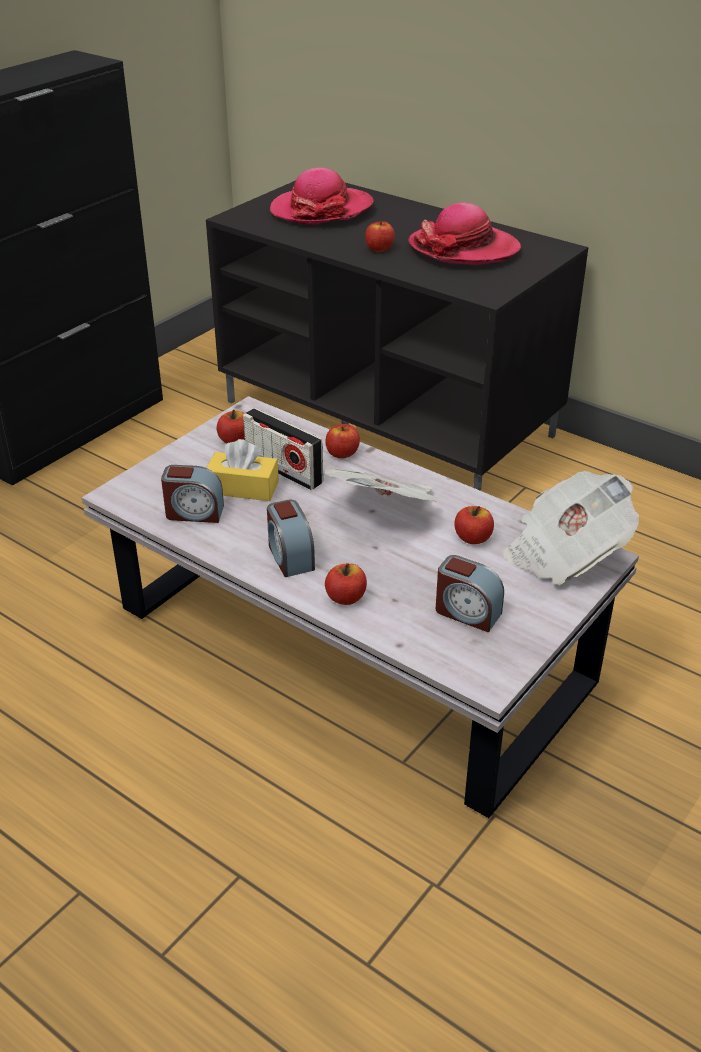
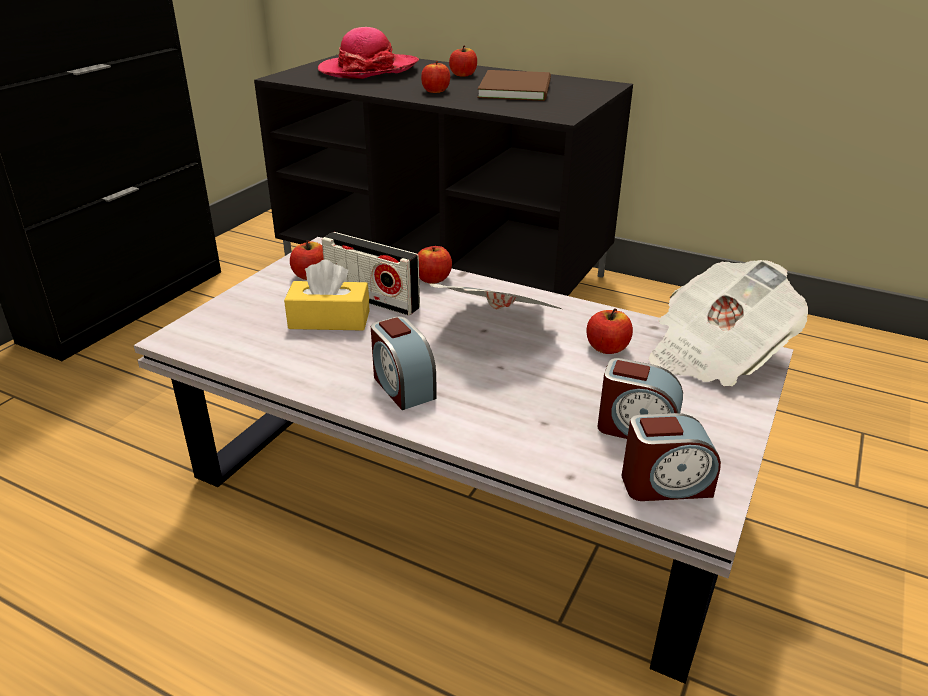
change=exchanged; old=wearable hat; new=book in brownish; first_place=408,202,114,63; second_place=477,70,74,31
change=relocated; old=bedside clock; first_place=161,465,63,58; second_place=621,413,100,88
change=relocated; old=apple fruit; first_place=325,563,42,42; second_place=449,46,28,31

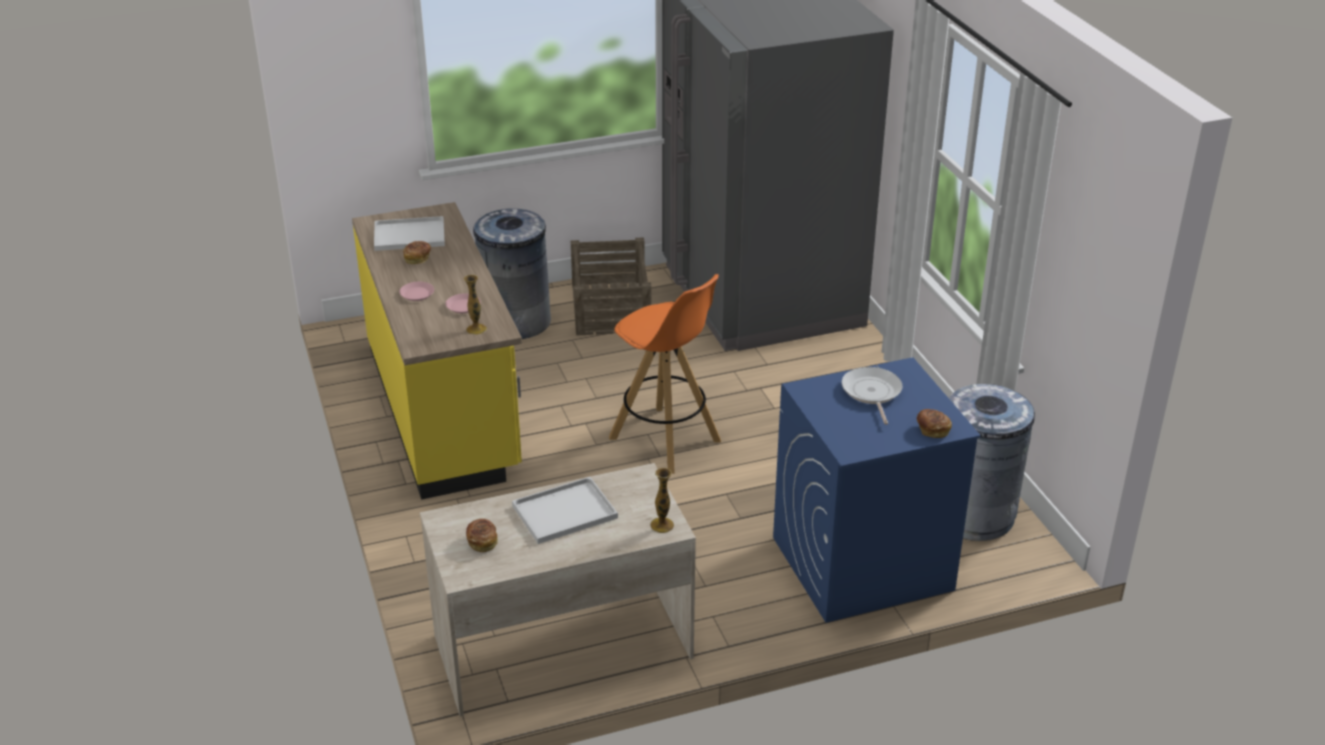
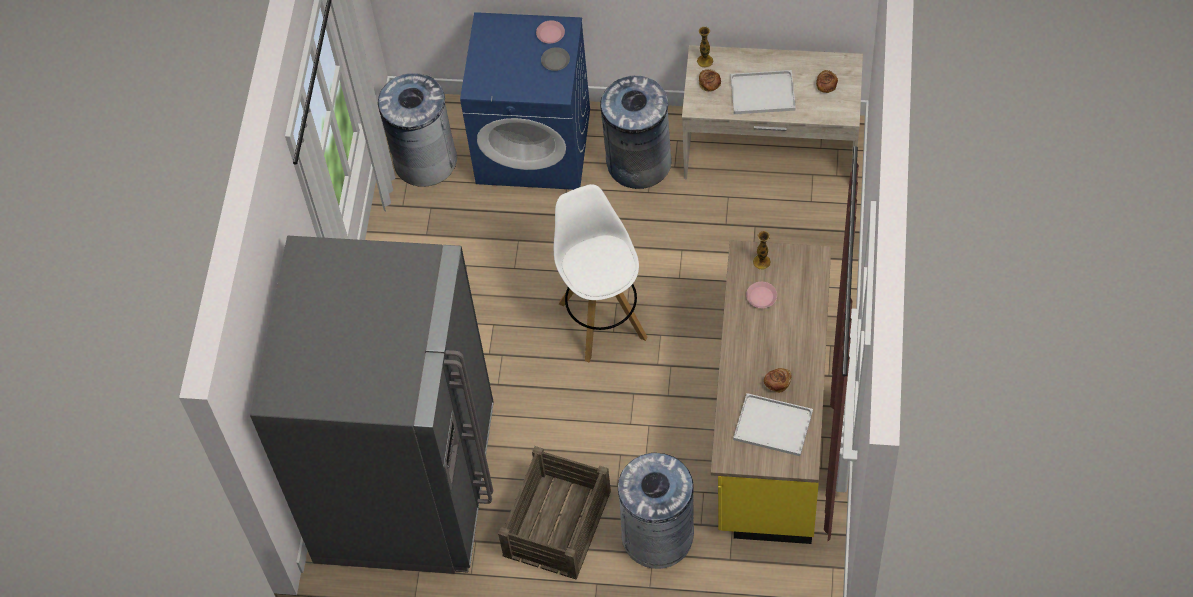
change=colour; old=stool seat in orange; new=stool seat in whitish; first_place=609,274,112,200; second_place=554,184,93,179
change=relocated; old=plate in pinkish; first_place=400,282,34,19; second_place=536,20,29,24
change=missing; old=frying pan; first_place=841,367,62,58
change=relocated; old=bakery bread; first_place=916,409,36,29; second_place=699,69,22,23
change=appeared; new=plate in greyish; second_place=541,47,29,24
change=appeared; new=rubbish bin in greyish; second_place=600,76,72,113

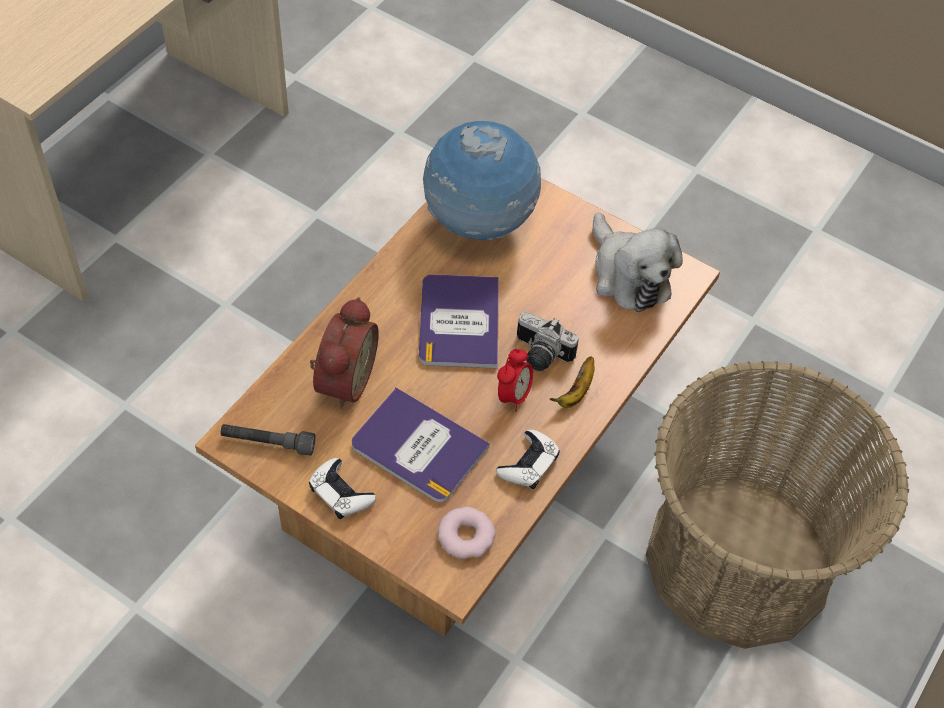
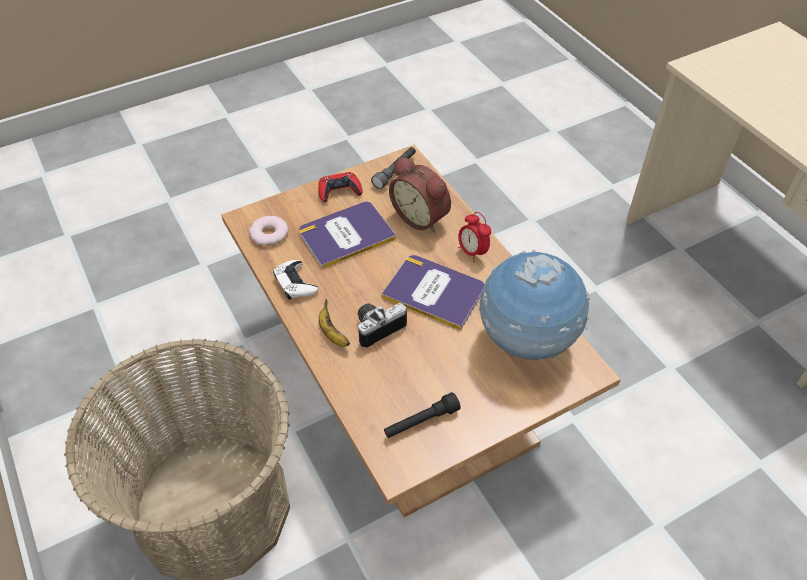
change=exchanged; old=plush toy; new=hand torch in black; first_place=593,213,90,99; second_place=384,392,77,46
change=relocated; old=bedside clock; first_place=497,349,36,63; second_place=458,212,33,51
change=colour; old=gamepad in whitish; new=gamepad in red-coloured; first_place=309,458,67,61; second_place=318,172,45,30

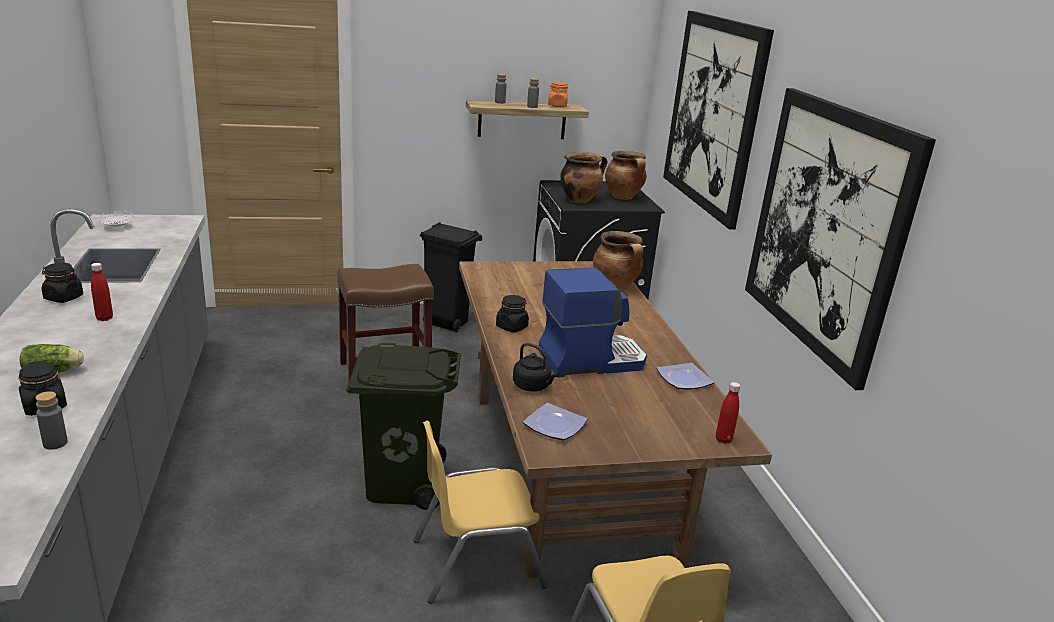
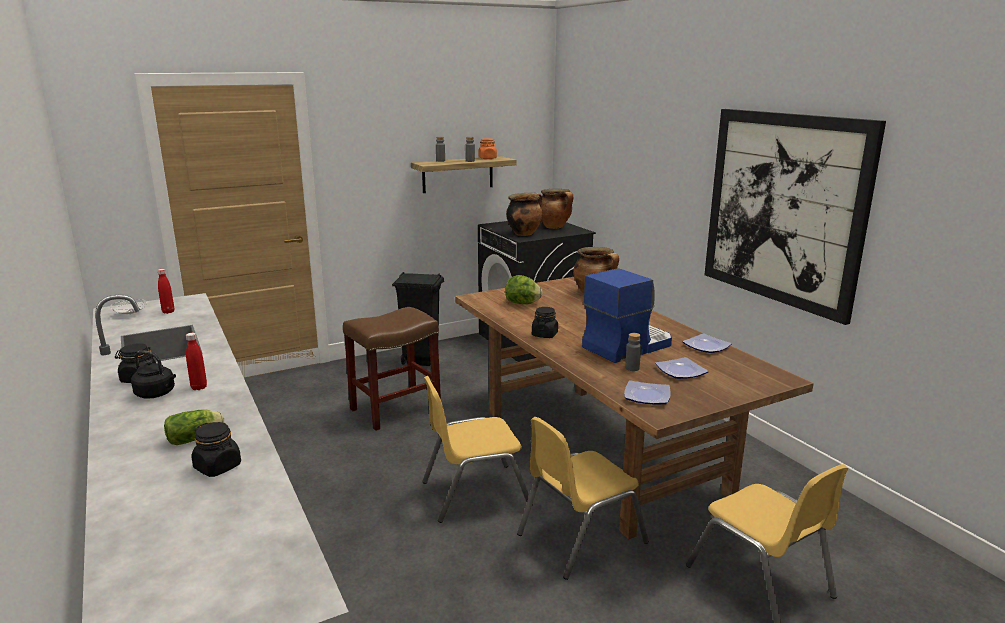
change=missing; old=wall art; first_place=663,11,111,218
change=exchanged; old=rubbish bin in green; new=upright chair in yellowish; first_place=346,343,115,167; second_place=422,376,111,147
change=relocated; old=water kettle in black; first_place=513,343,45,49; second_place=131,350,45,49
change=relocated; old=beverage bottle in red-coloured; first_place=716,382,25,62; second_place=158,269,17,45
change=relocated; old=beverage bottle in greyish; first_place=36,391,32,59; second_place=625,333,16,38
change=appeared; new=head of lettuce; second_place=505,275,38,29
change=appeared; new=plate; second_place=655,357,54,22

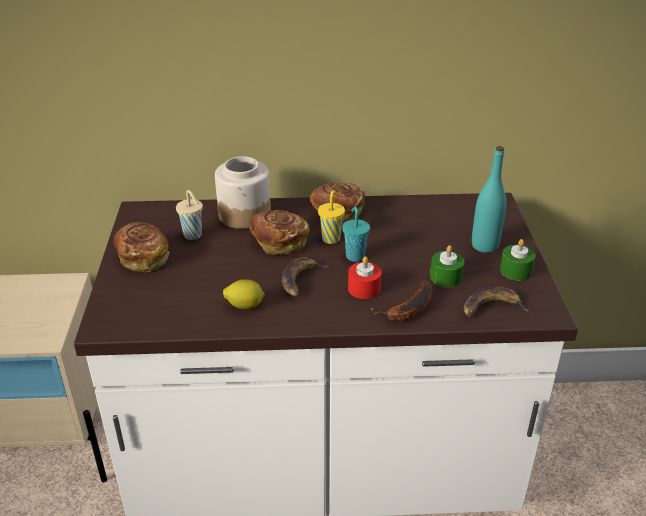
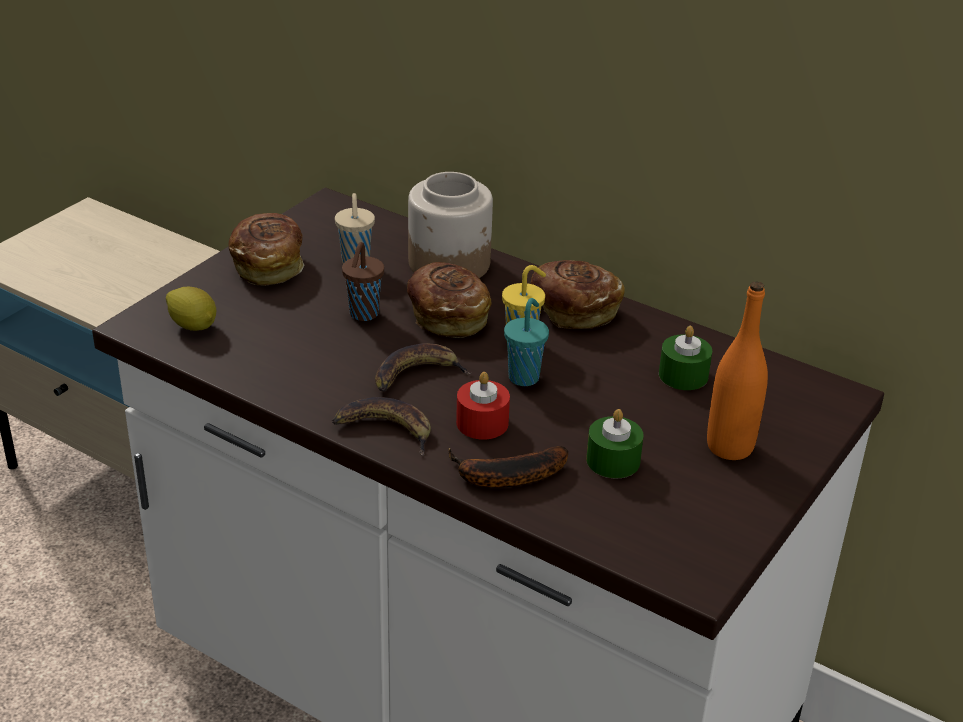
change=colour; old=beverage bottle in turquoise; new=beverage bottle in orange; first_place=472,146,34,107; second_place=707,281,61,179
change=relocated; old=wax candle in green; first_place=500,239,36,41; second_place=659,326,53,64
change=relocated; old=lemon; first_place=223,279,42,30; second_place=166,287,50,44
change=relocated; old=whole banana; first_place=464,286,66,31; second_place=332,397,99,59
change=appeared; new=cup in brownish; second_place=342,242,42,79

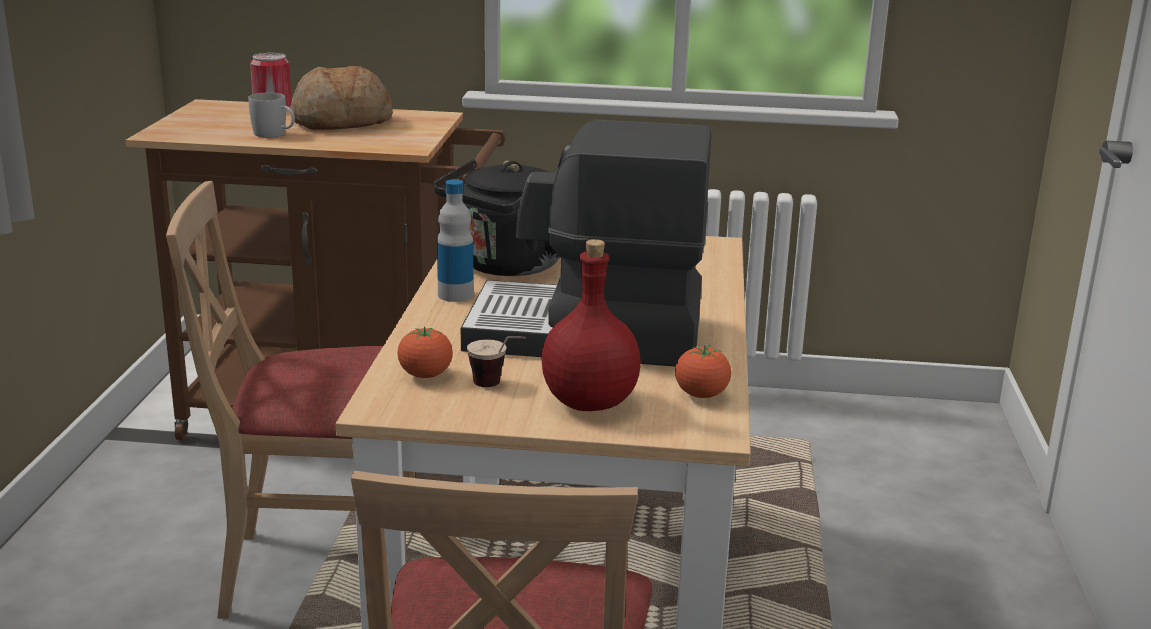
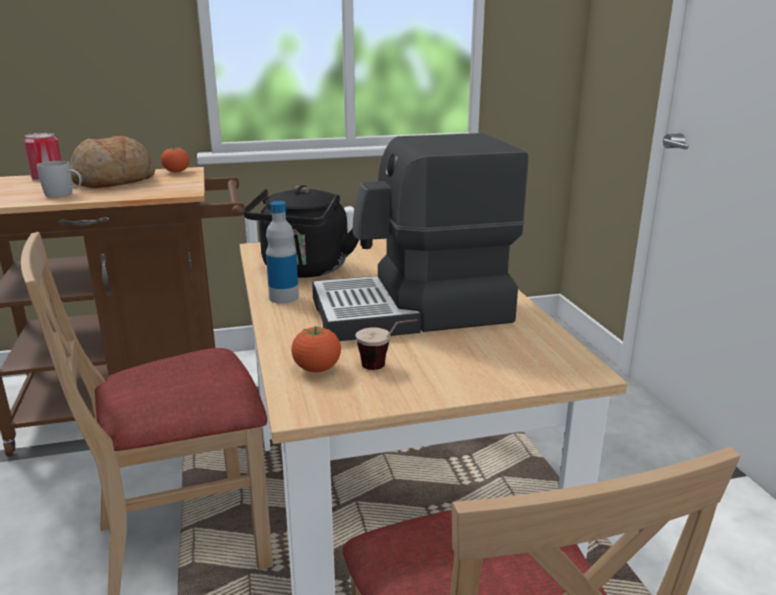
change=missing; old=beverage bottle in red-coloured; first_place=541,239,100,172
change=relocated; old=fresh tomato; first_place=675,345,56,53; second_place=161,145,29,27

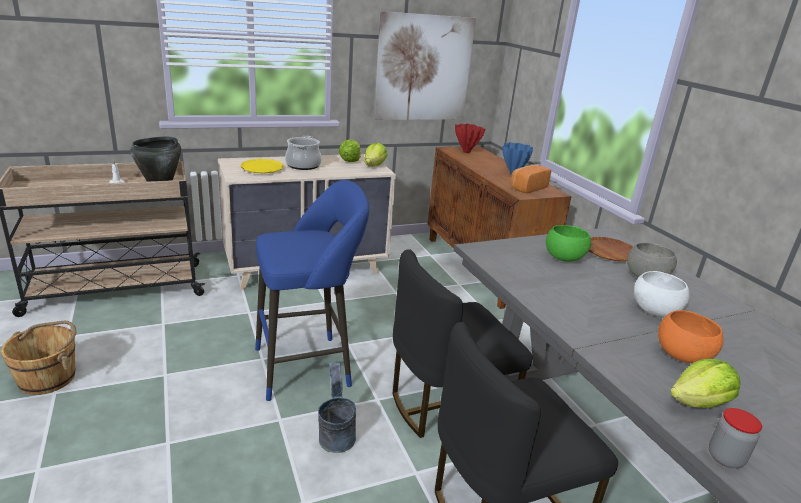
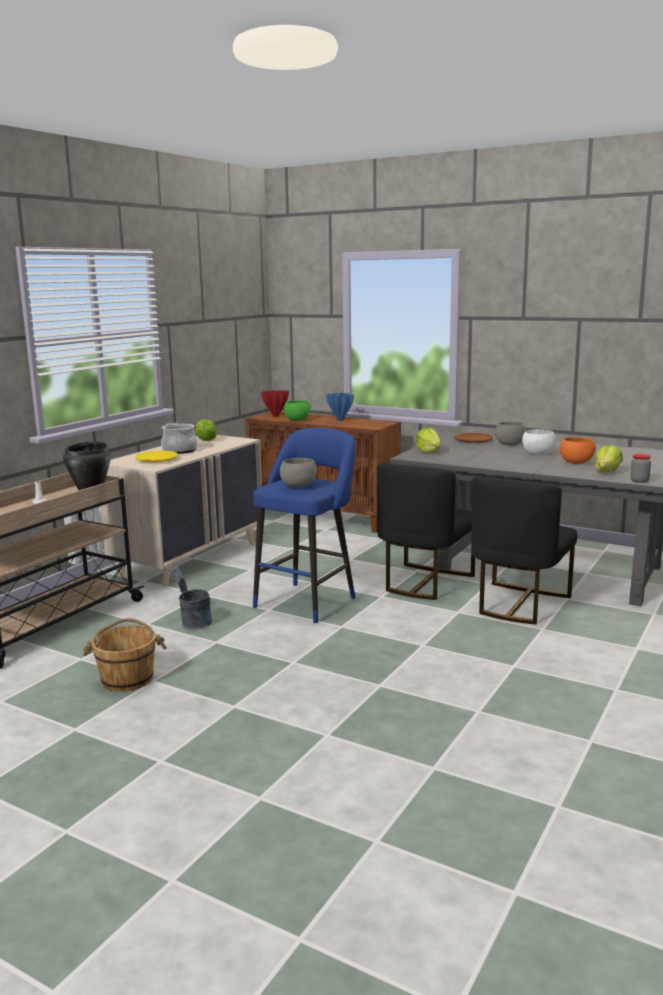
change=missing; old=wall art; first_place=374,11,102,109
change=relocated; old=head of lettuce; first_place=364,143,24,24; second_place=416,428,24,25
change=missing; old=bakery bread; first_place=511,165,40,28
change=relocated; old=deep dish in green; first_place=546,225,45,37; second_place=284,400,27,21
change=relocated; old=water bucket in greyish; first_place=318,362,38,91; second_place=168,567,44,62
change=appeared; new=deep dish in greyish; second_place=280,458,37,29

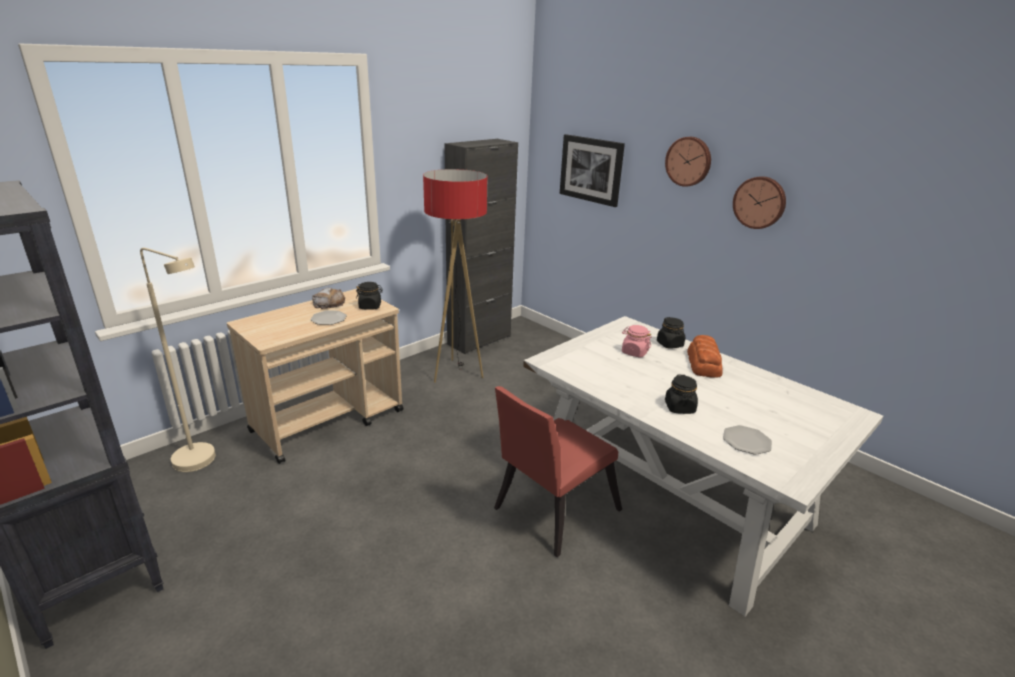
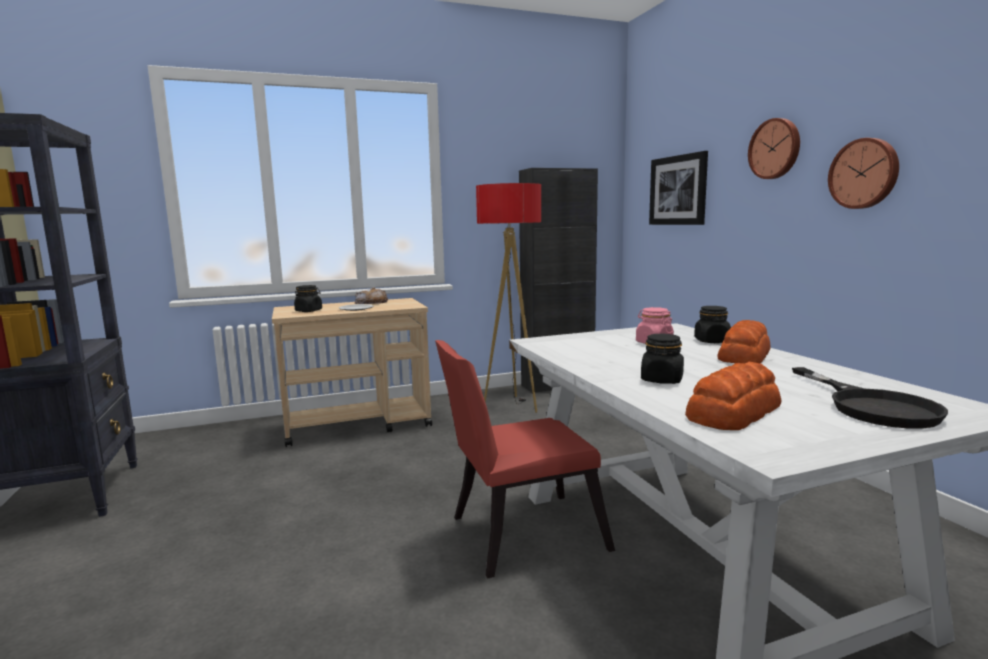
change=missing; old=standard lamp in beige-coloured; first_place=140,248,76,224
change=relocated; old=storage jar in black; first_place=356,282,27,28; second_place=294,285,28,27
change=exchanged; old=plate; new=bakery bread; first_place=723,425,49,30; second_place=685,362,97,68
change=appeared; new=frying pan in black; second_place=792,367,156,62

